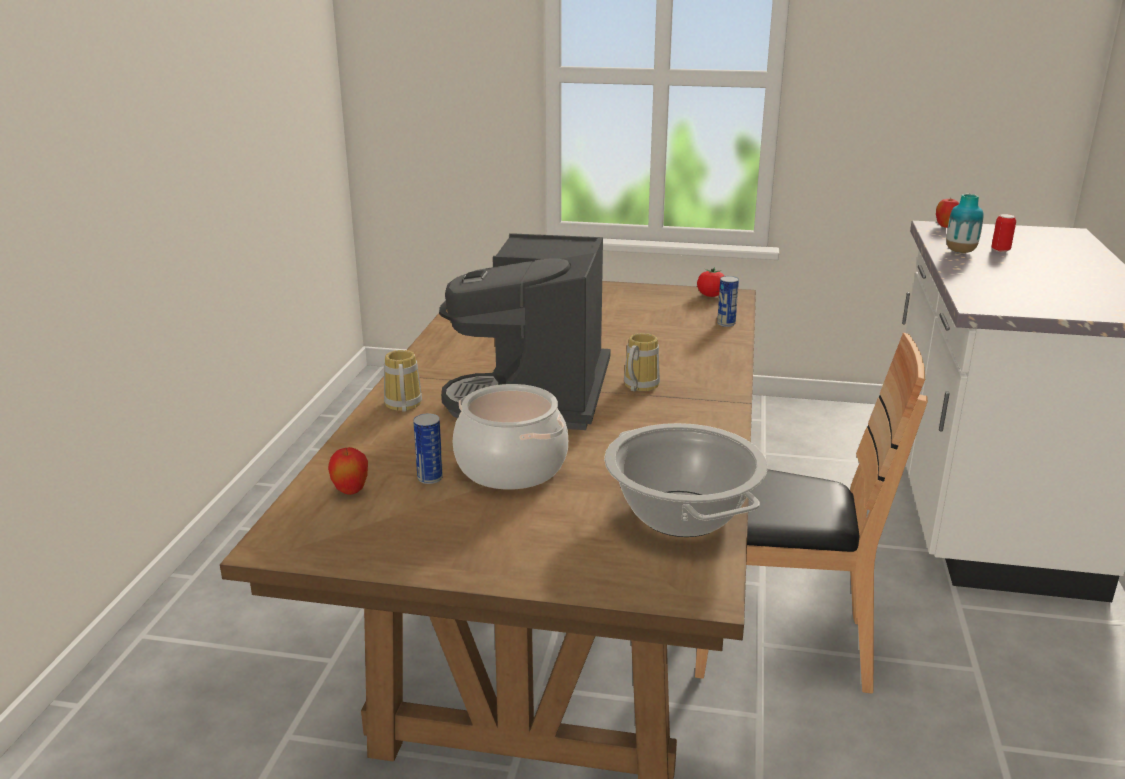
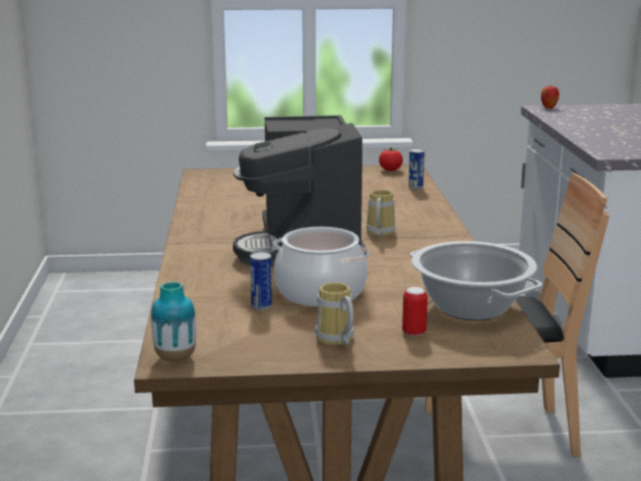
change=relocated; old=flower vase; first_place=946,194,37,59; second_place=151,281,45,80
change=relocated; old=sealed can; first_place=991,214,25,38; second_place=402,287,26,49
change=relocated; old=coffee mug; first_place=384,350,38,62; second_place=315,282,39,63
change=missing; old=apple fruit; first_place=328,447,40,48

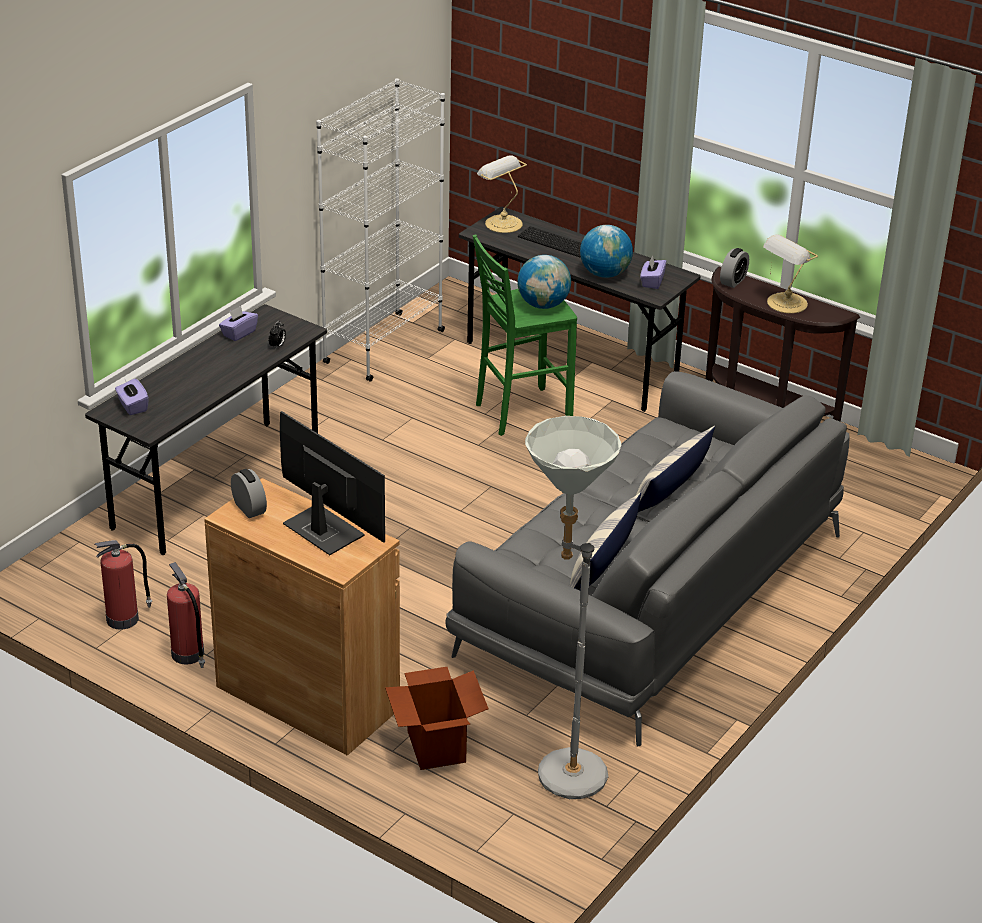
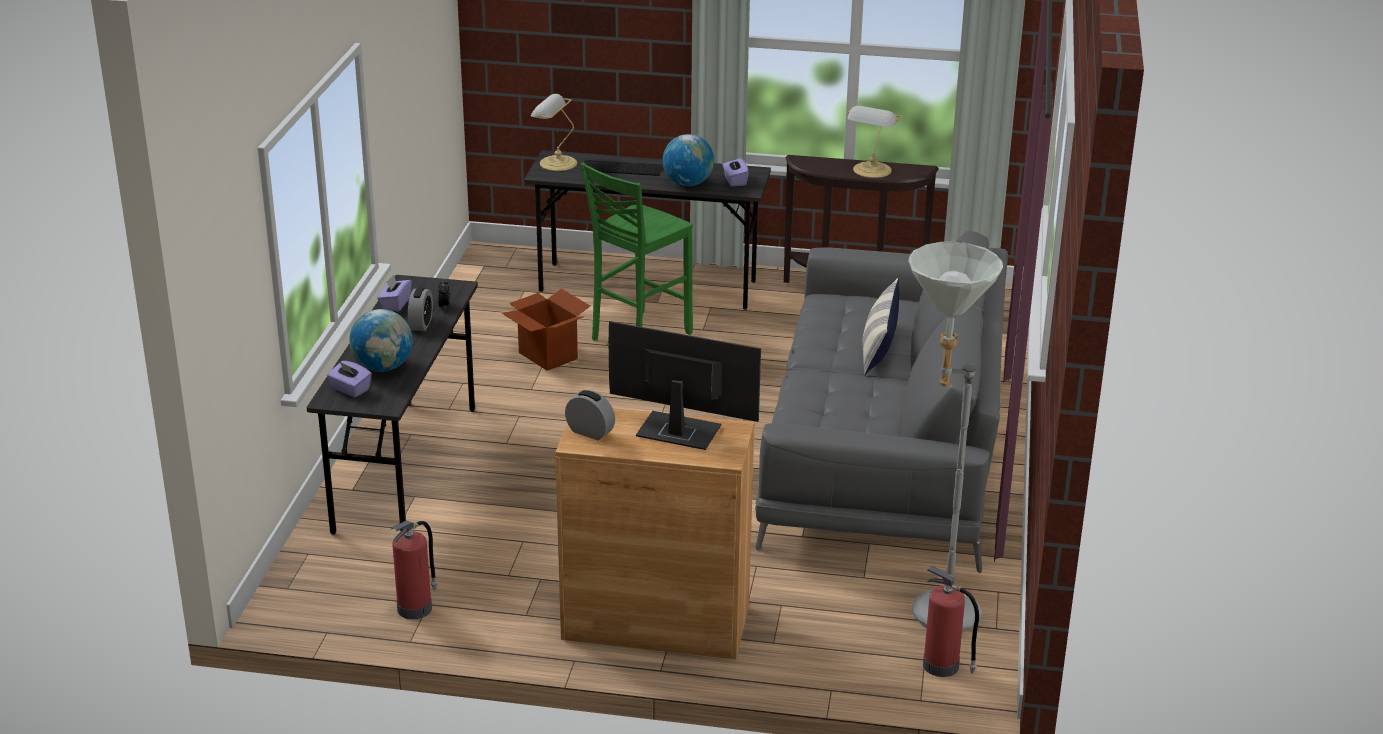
change=missing; old=bookcase in whitish; first_place=316,78,129,304
change=relocated; old=bedside clock; first_place=720,248,29,40; second_place=408,287,25,44
change=relocated; old=world globe; first_place=517,255,54,54; second_place=349,309,64,63
change=missing; old=cushion; first_place=570,492,71,99
change=relocated; old=fire extinguisher; first_place=167,562,38,106; second_place=923,566,56,111
change=relocated; old=packing box; first_place=385,667,103,103; second_place=502,289,88,82

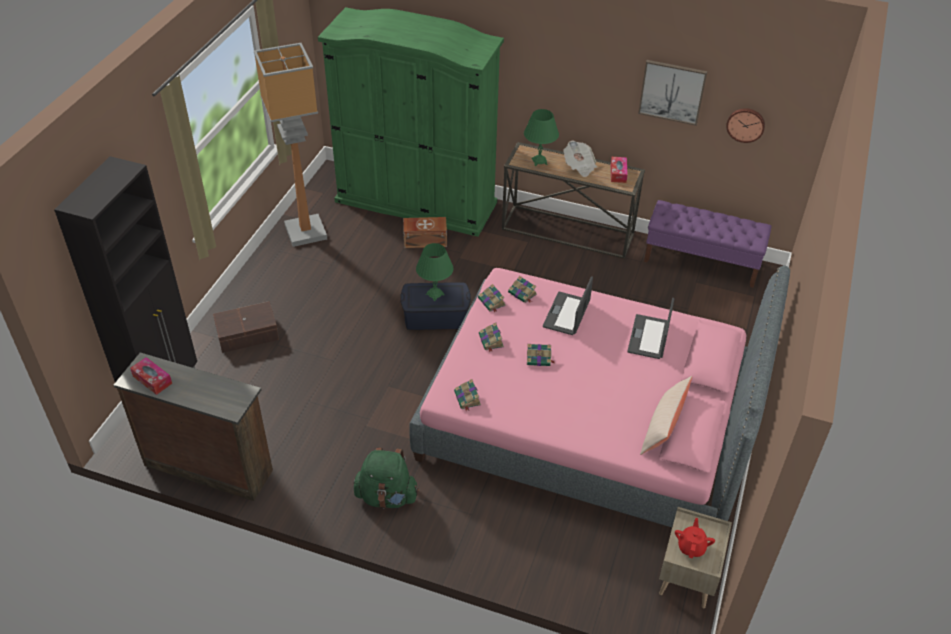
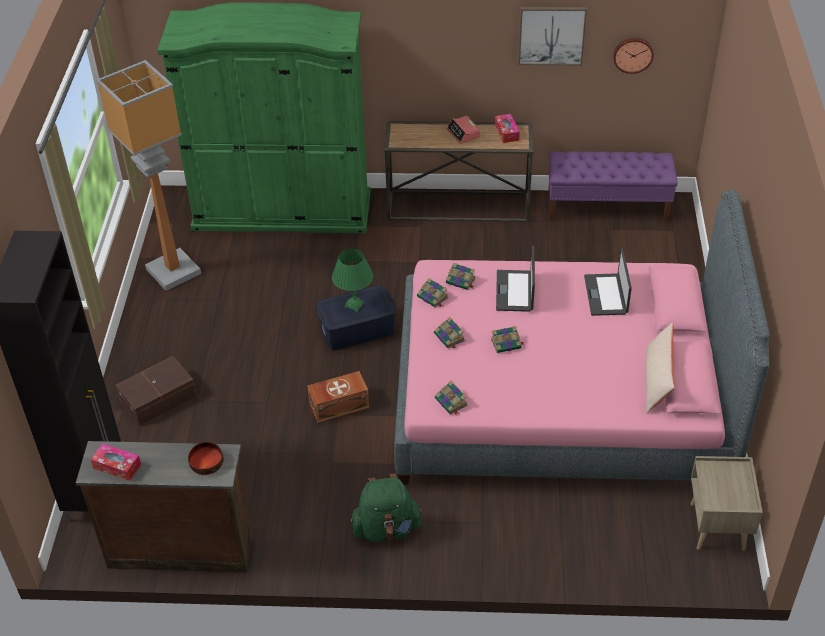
change=missing; old=tabletop lamp in green; first_place=524,109,35,57
change=exchanged; old=printed paper; new=bedside clock; first_place=563,140,34,37; second_place=447,116,34,28
change=relocated; old=storage container in brownish; first_place=403,217,44,31; second_place=308,371,61,52
change=missing; old=teapot in red-coloured; first_place=675,518,40,40
change=appeared; new=deep dish; second_place=188,442,36,33

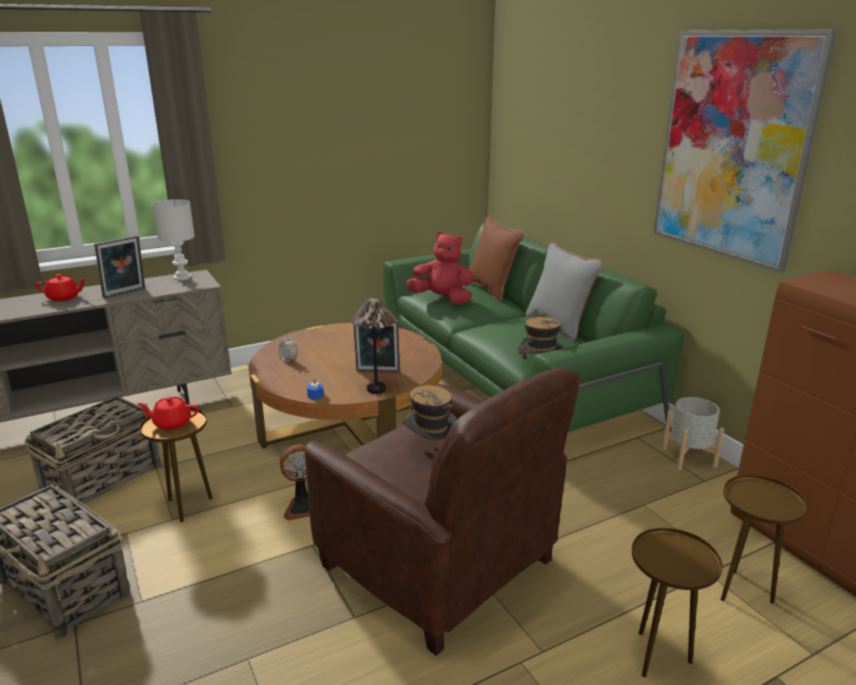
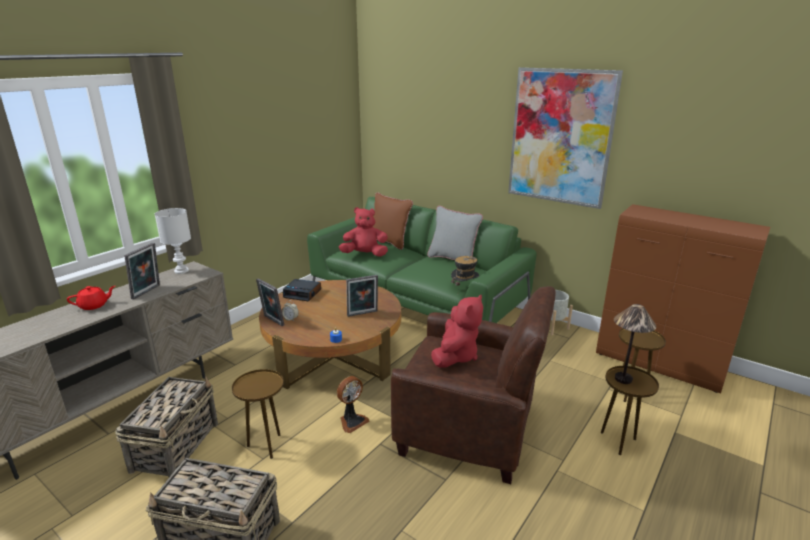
change=relocated; old=tabletop lamp; first_place=351,298,46,96; second_place=614,304,42,80
change=exchanged; old=wearable hat; new=plush toy in red-coloured; first_place=403,385,54,57; second_place=431,294,52,74
change=missing; old=teapot in red-coloured; first_place=137,397,62,33
change=appeared; new=photo frame; second_place=256,278,28,48
change=appeared; new=bedside clock; second_place=283,279,38,23

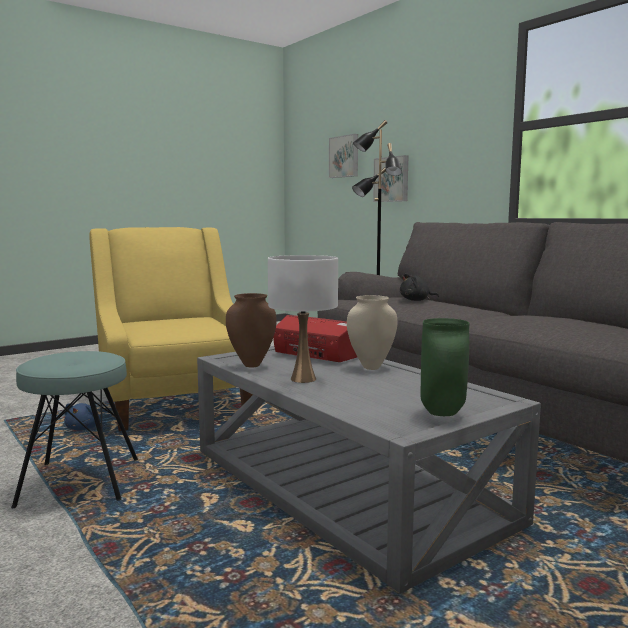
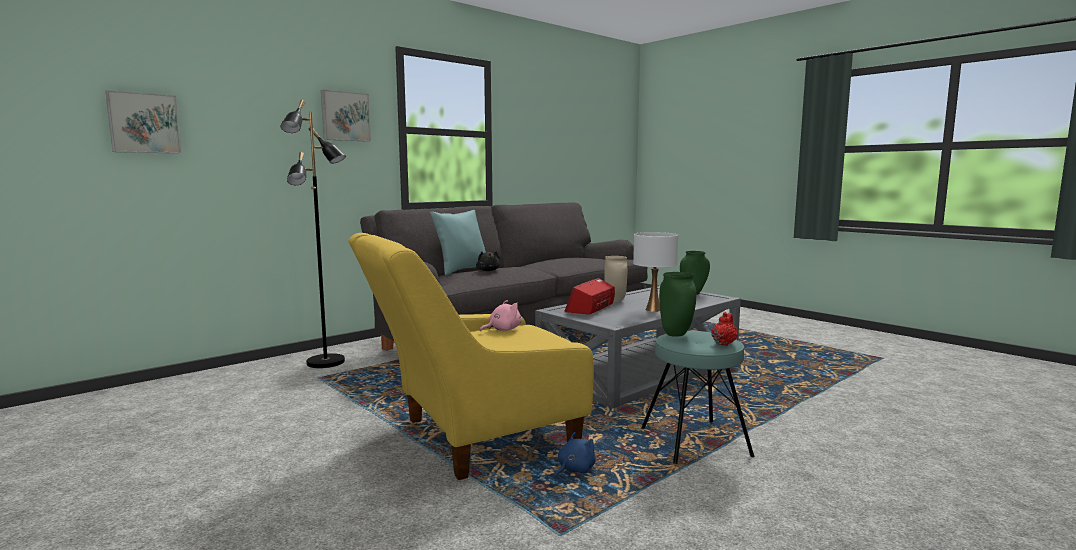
change=relocated; old=wall art; first_place=373,155,35,47; second_place=321,89,50,53
change=missing; old=flower vase in brownish; first_place=226,293,51,75
change=spun; old=plush toy in bluish; first_place=64,403,36,28; second_place=554,432,42,47; degrees=-45
change=appeared; new=cushion in turquoise; second_place=430,210,56,65
change=appeared; new=flower vase in green; second_place=659,272,37,65
change=appeared; new=plush toy in pinkish; second_place=480,300,41,31
change=appeared; new=teapot in red-coloured; second_place=711,312,27,34

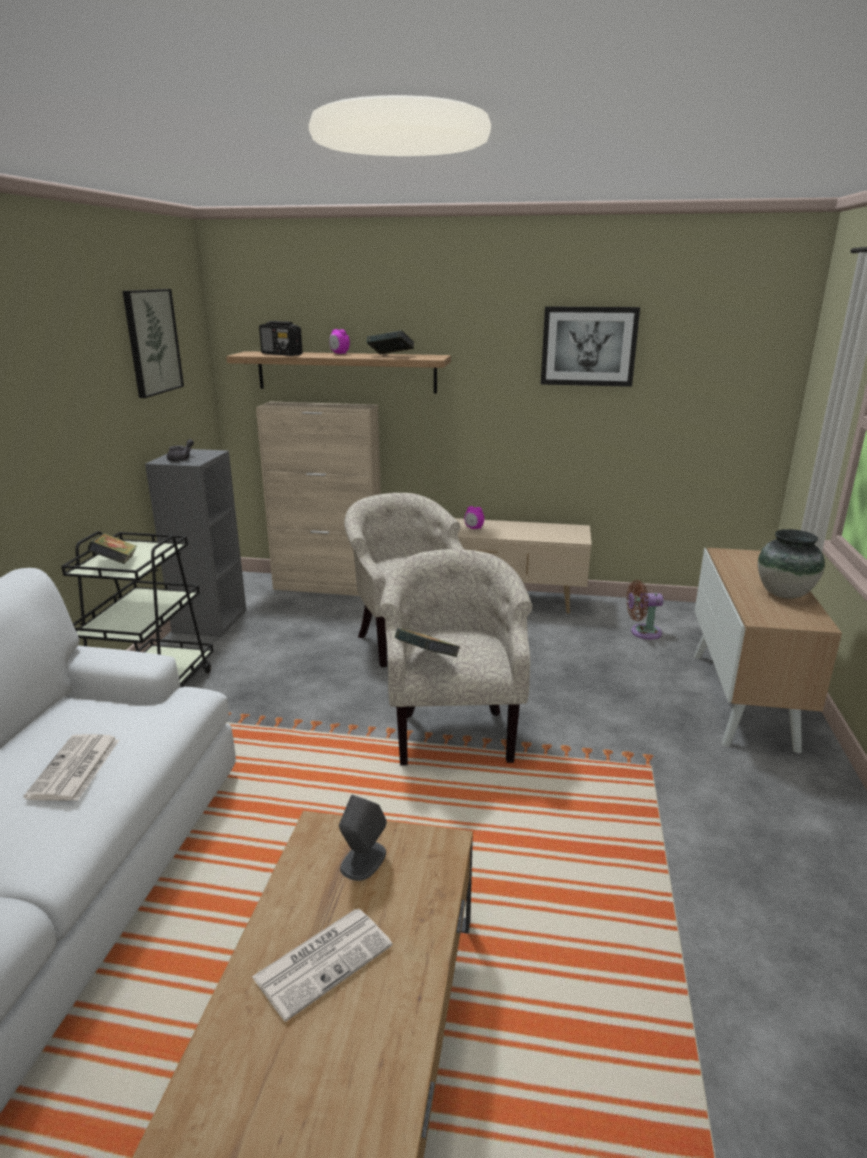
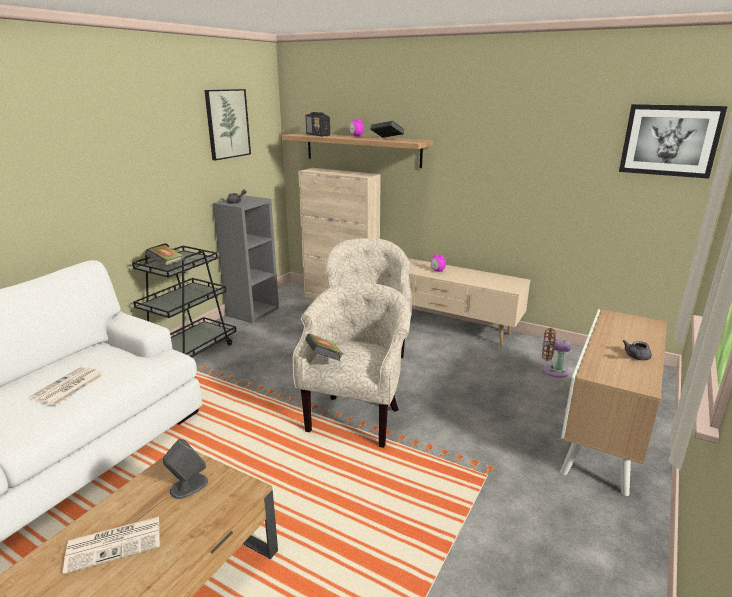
change=relocated; old=wall art; first_place=541,306,99,81; second_place=619,104,109,75
change=exchanged; old=flower vase; new=teapot in greyish; first_place=758,529,67,70; second_place=623,340,29,20

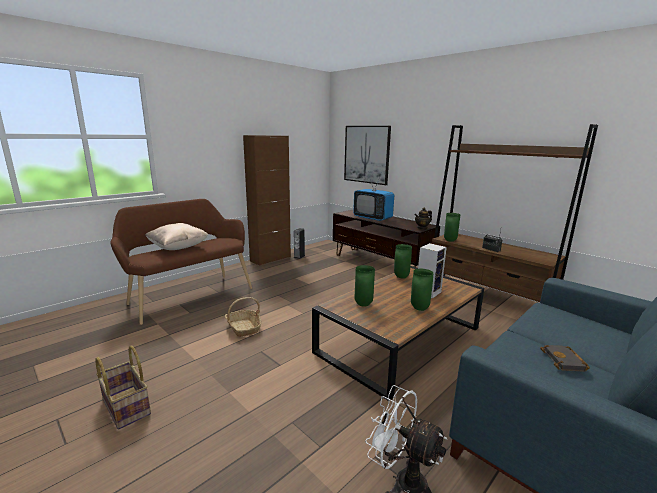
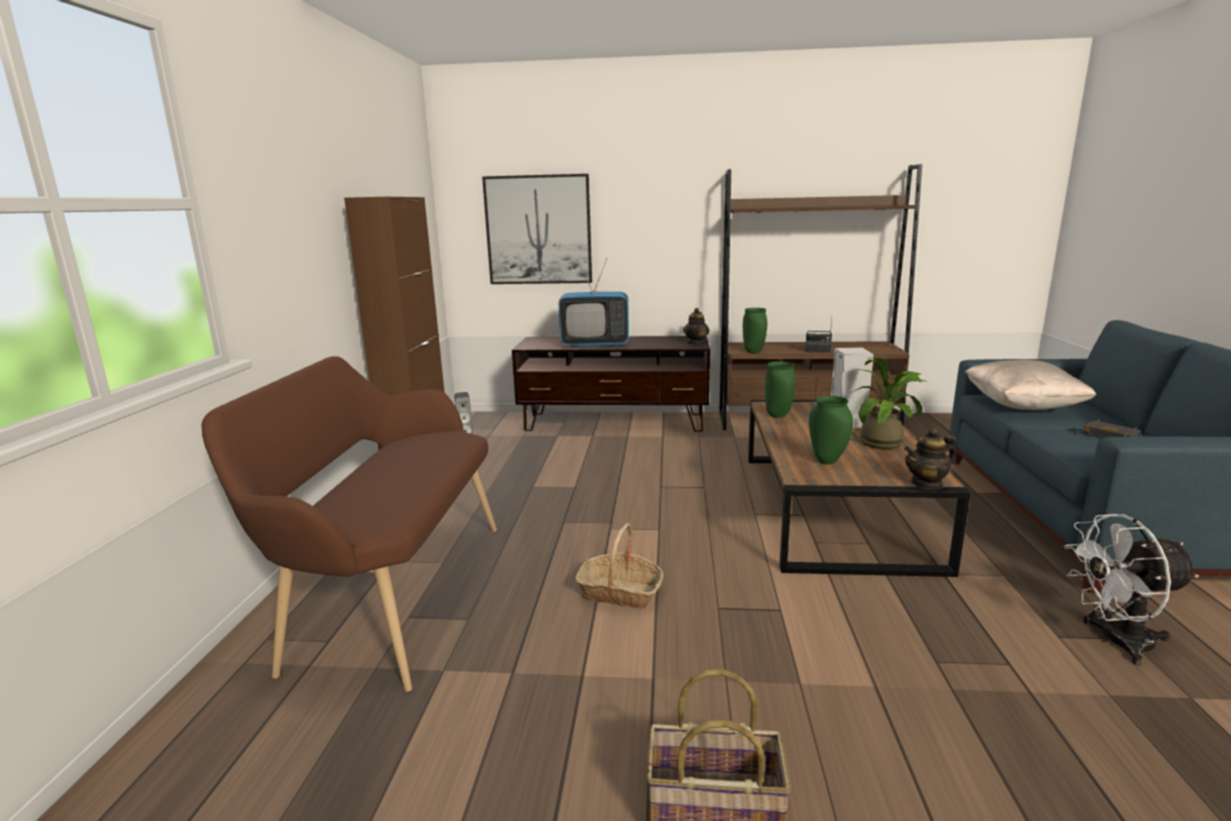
change=relocated; old=cushion in beige-coloured; first_place=145,223,64,27; second_place=964,360,132,50
change=exchanged; old=flower vase in green; new=potted plant; first_place=411,269,23,42; second_place=849,357,79,92
change=appeared; new=teapot; second_place=904,428,53,62

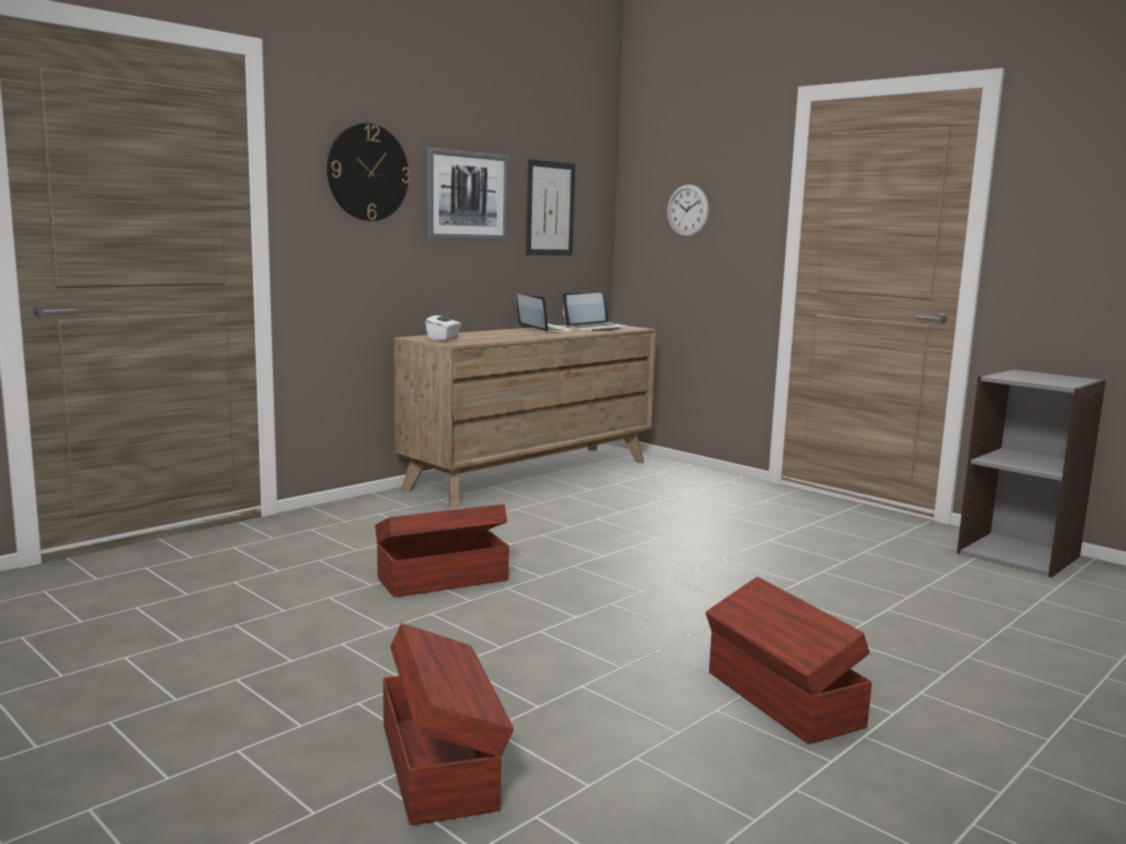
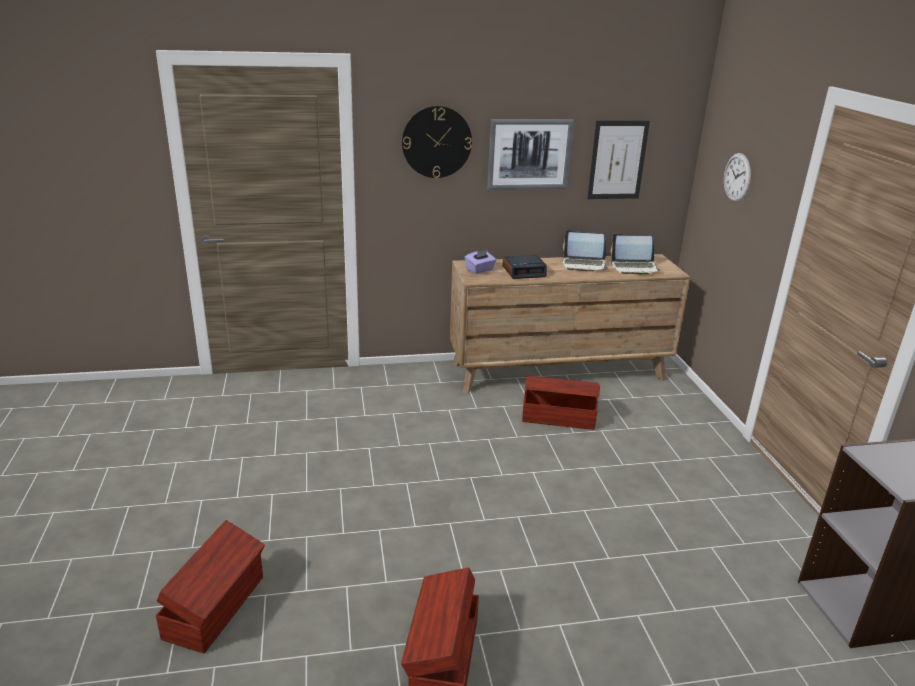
change=spun; old=notebook computer; first_place=517,294,57,39; second_place=562,230,45,42; degrees=105
change=colour; old=tissue box in whitish; new=tissue box in purplish; first_place=425,309,36,32; second_place=464,249,32,25
change=relocated; old=storage container in brownish; first_place=375,504,134,93; second_place=522,376,78,54
change=appeared; new=bedside clock; second_place=502,255,45,24

